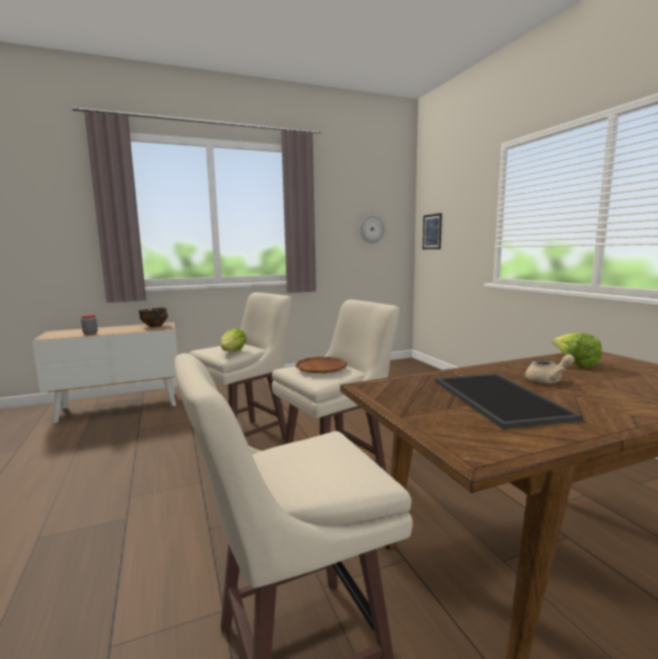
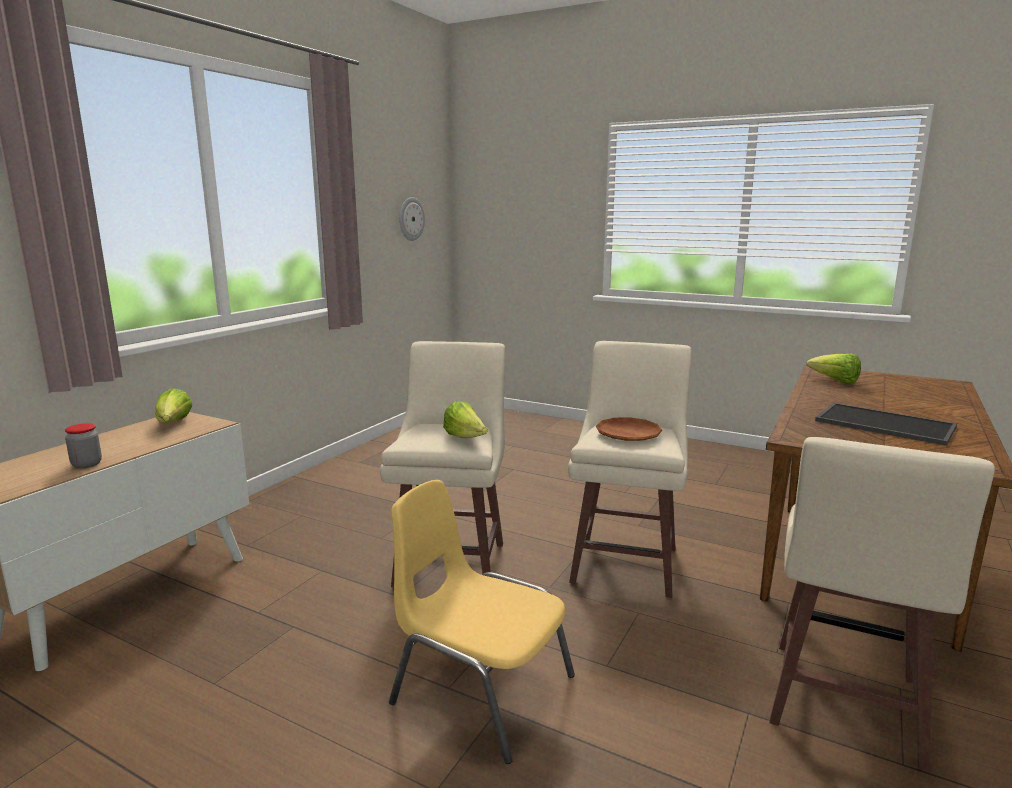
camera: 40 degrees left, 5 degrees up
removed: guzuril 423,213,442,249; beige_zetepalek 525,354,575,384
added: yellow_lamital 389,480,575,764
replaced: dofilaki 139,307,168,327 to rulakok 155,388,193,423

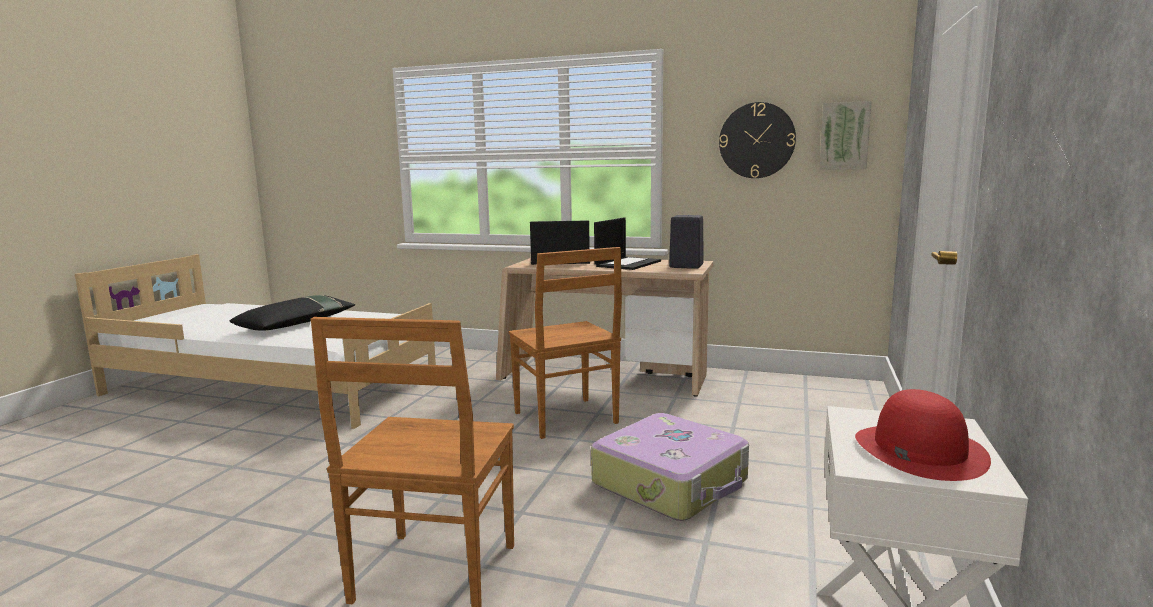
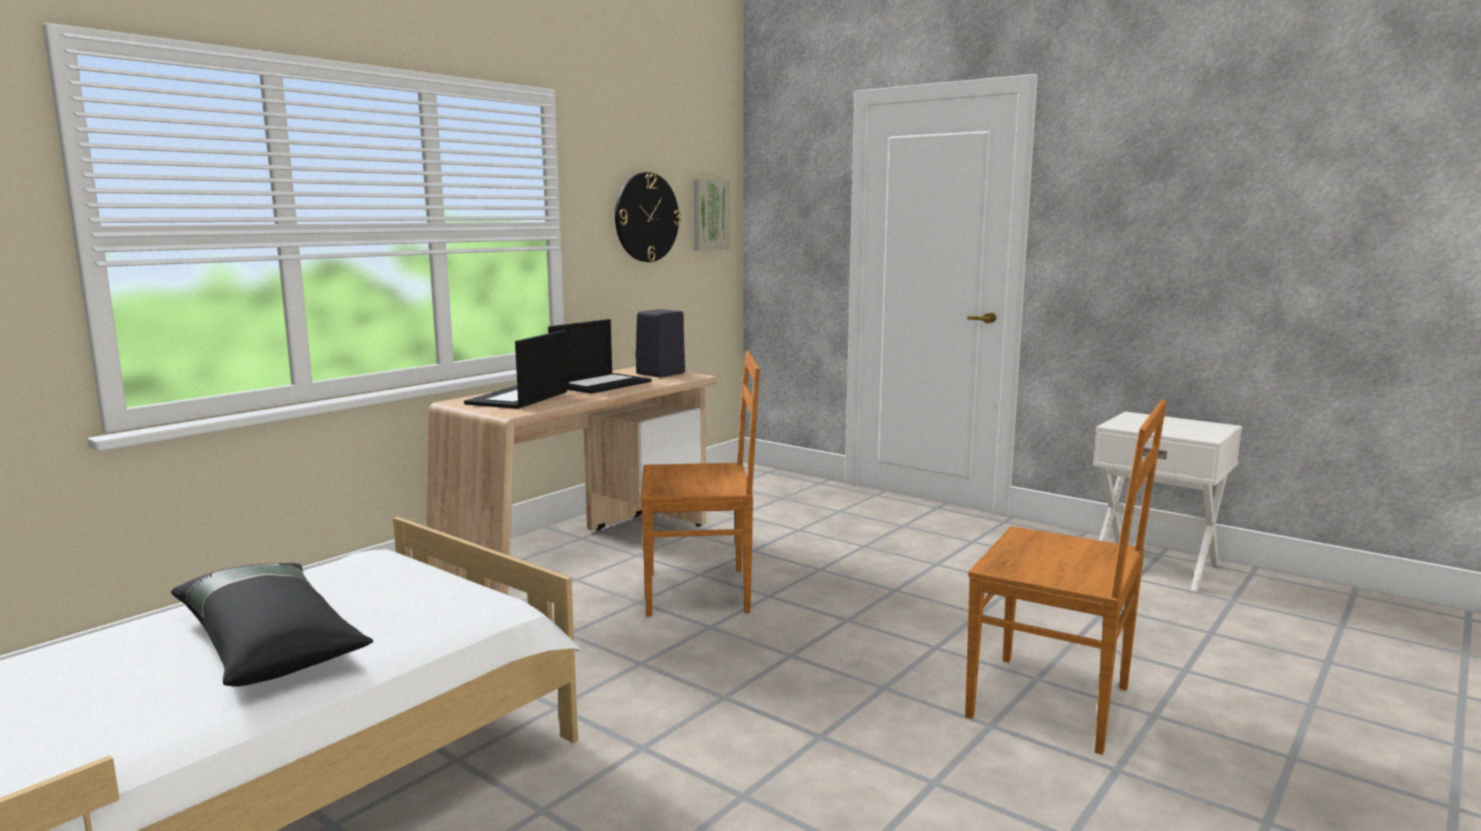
camera: 70 degrees left, 0 degrees up
removed: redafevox 591,413,749,521; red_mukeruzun 855,389,991,481
turned: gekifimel 594,217,661,270 = 548,319,652,394 75 degrees clockwise

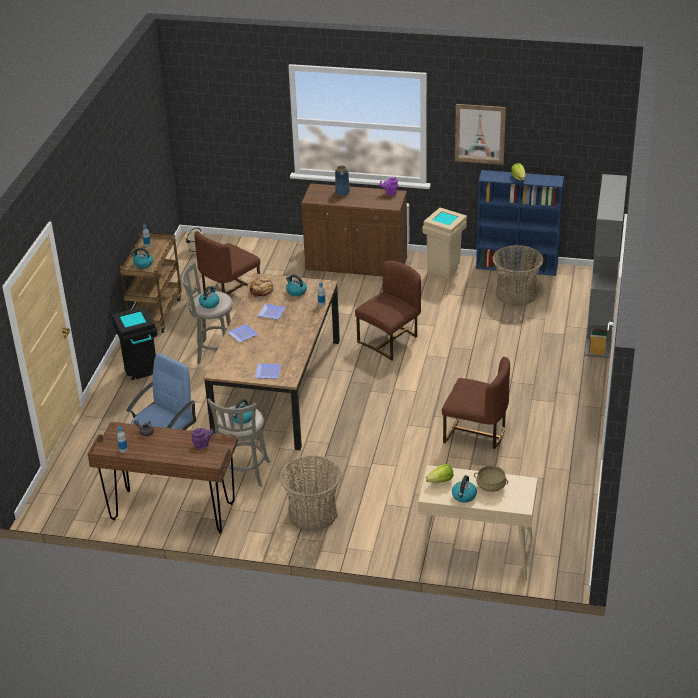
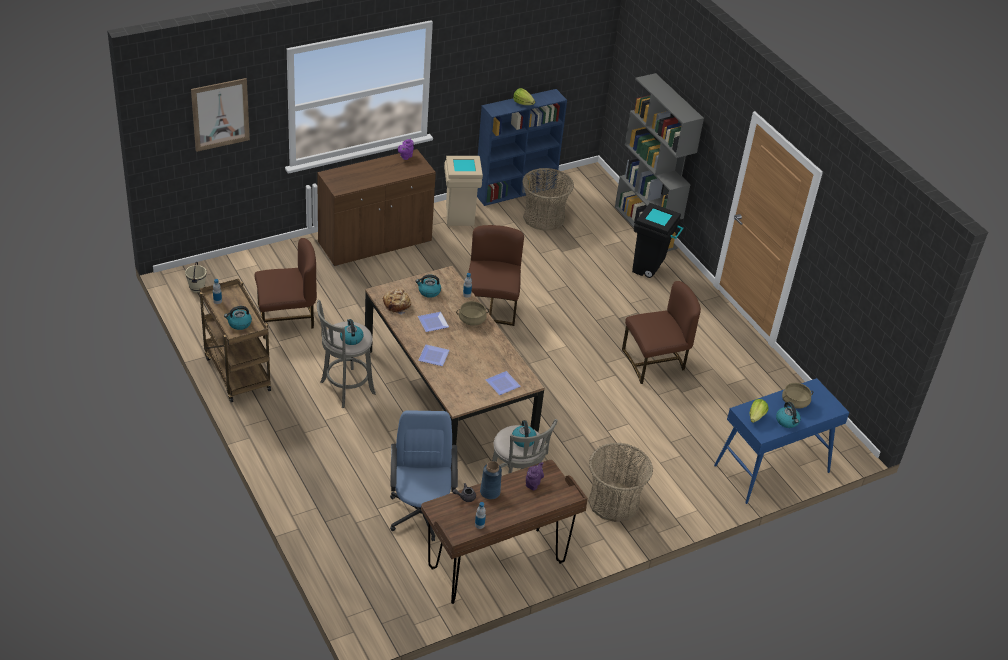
camera: 45 degrees left, 5 degrees up
added: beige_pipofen 456,301,489,326
moved: guzuril 455,104,506,165 to 191,78,250,152; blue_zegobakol 335,165,350,196 to 480,461,502,499; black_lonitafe 111,306,158,380 to 632,203,684,278
recoloured: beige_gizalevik 418,465,538,581 to blue_gizalevik 714,378,850,504
turned: brown_lamital 194,231,260,295 = 254,238,317,339 105 degrees counterclockwise

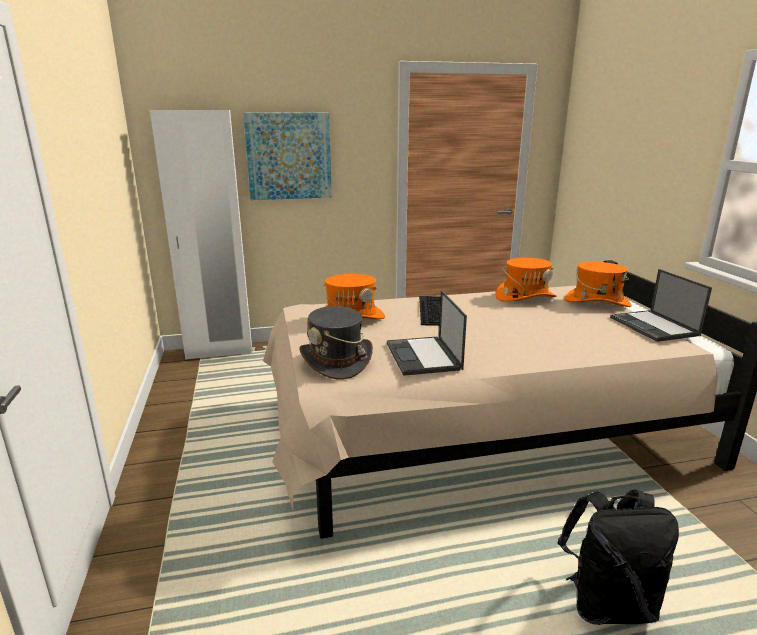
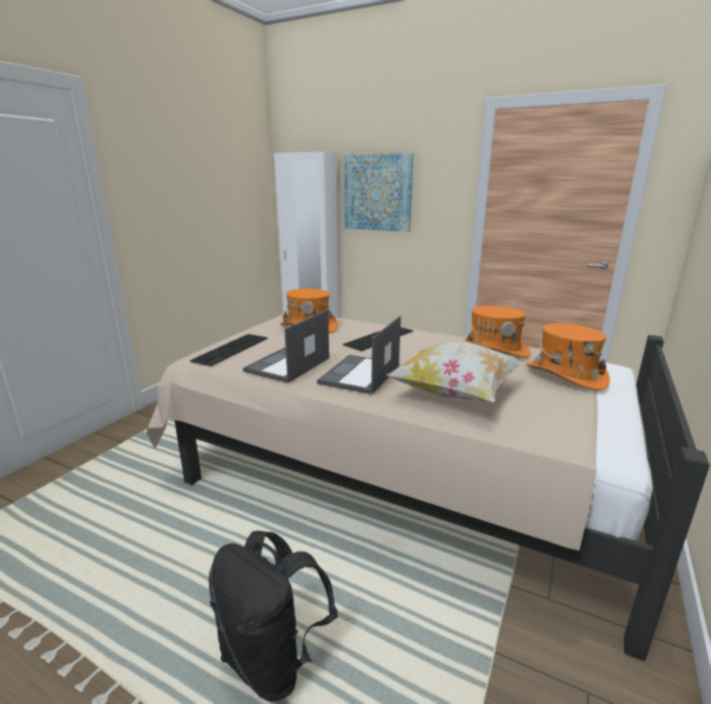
camera: 40 degrees right, 0 degrees up
added: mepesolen 387,341,524,402
moved: gekifimel 610,269,712,342 to 317,316,401,394
replaced: grey_mukeruzun 299,306,373,379 to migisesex 190,334,268,366

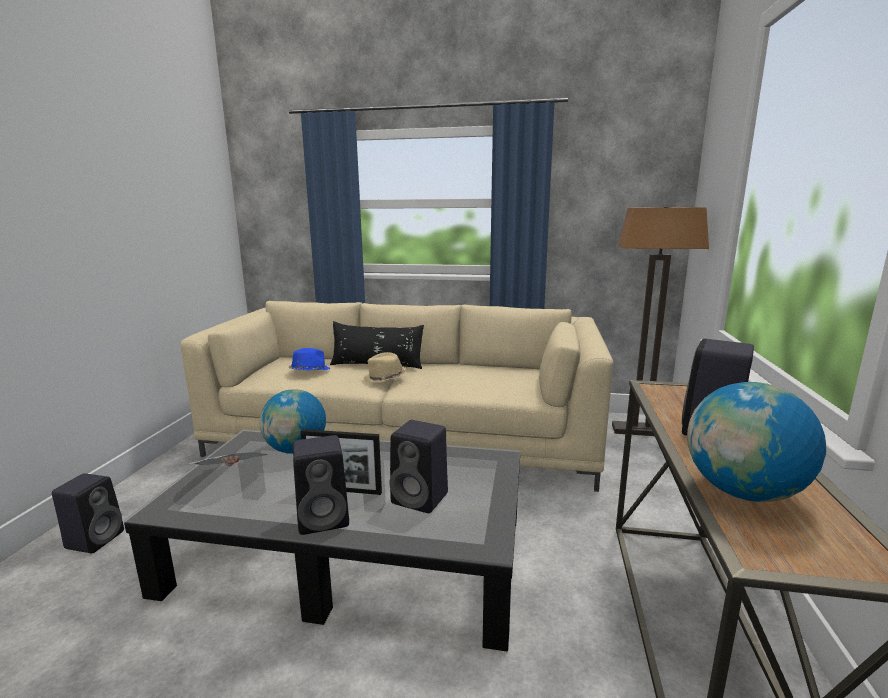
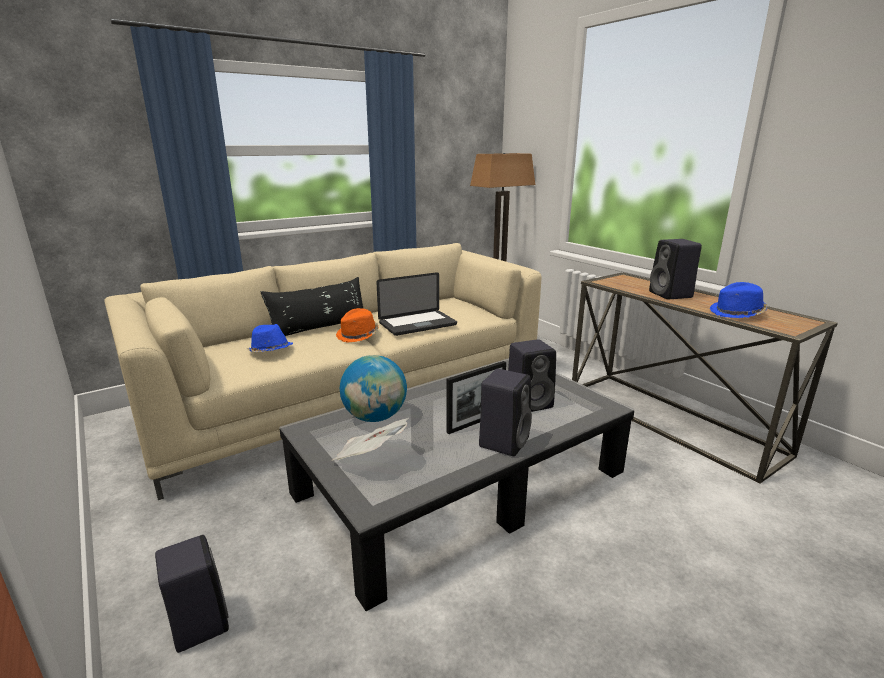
camera: 45 degrees left, 5 degrees up
added: gekifimel 376,272,457,336
replaced: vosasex 687,382,826,502 to blue_mukeruzun 710,282,767,318
recoloured: beige_mukeruzun 364,352,407,383 to orange_mukeruzun 336,308,378,343

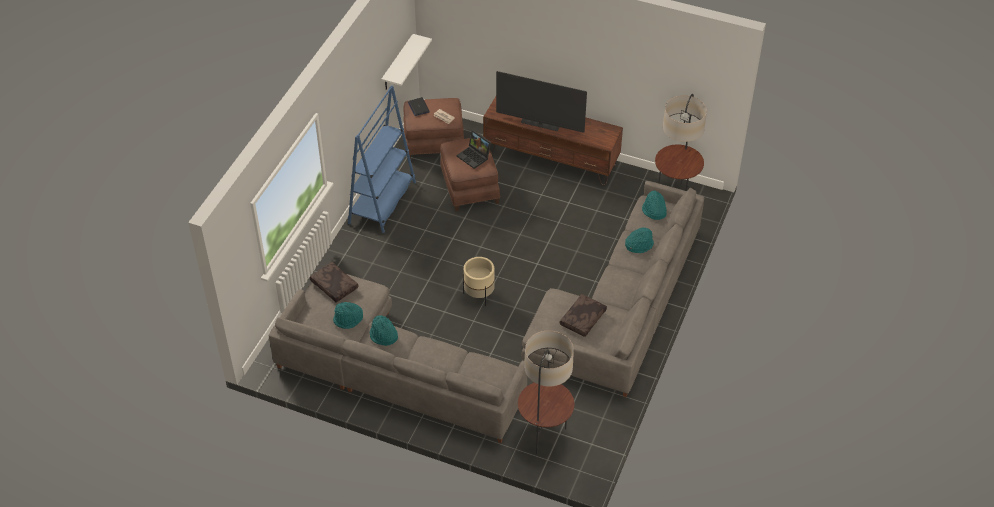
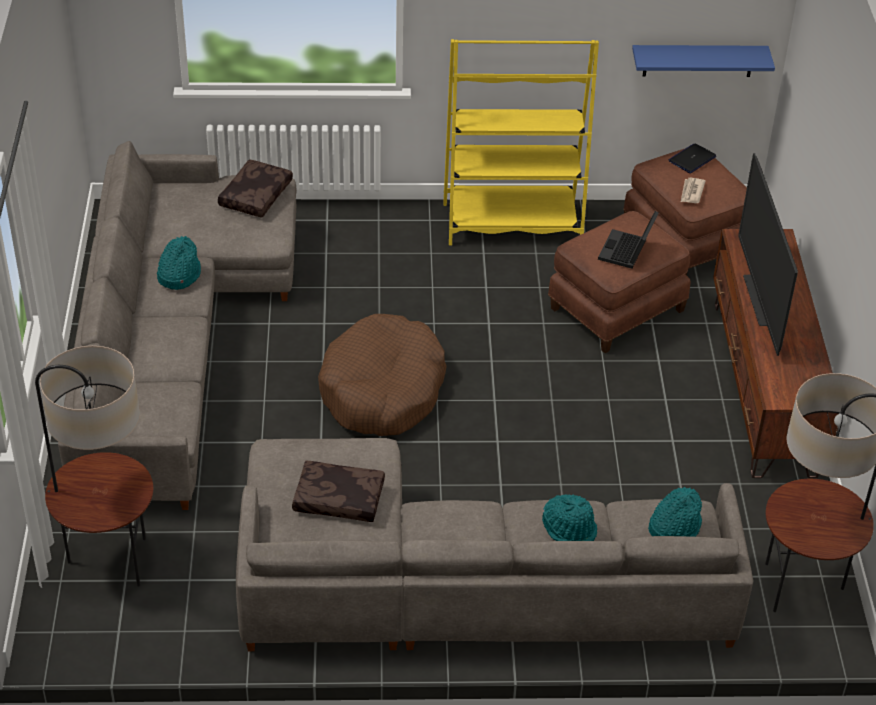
camera: 65 degrees right, 5 degrees down
removed: turquoise_mukeruzun 333,302,363,329
replaced: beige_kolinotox 463,257,495,306 to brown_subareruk 318,314,447,436
recoloured: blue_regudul 348,85,416,233 to yellow_regudul 443,39,599,246; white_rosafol 381,34,432,89 to blue_rosafol 632,45,775,77

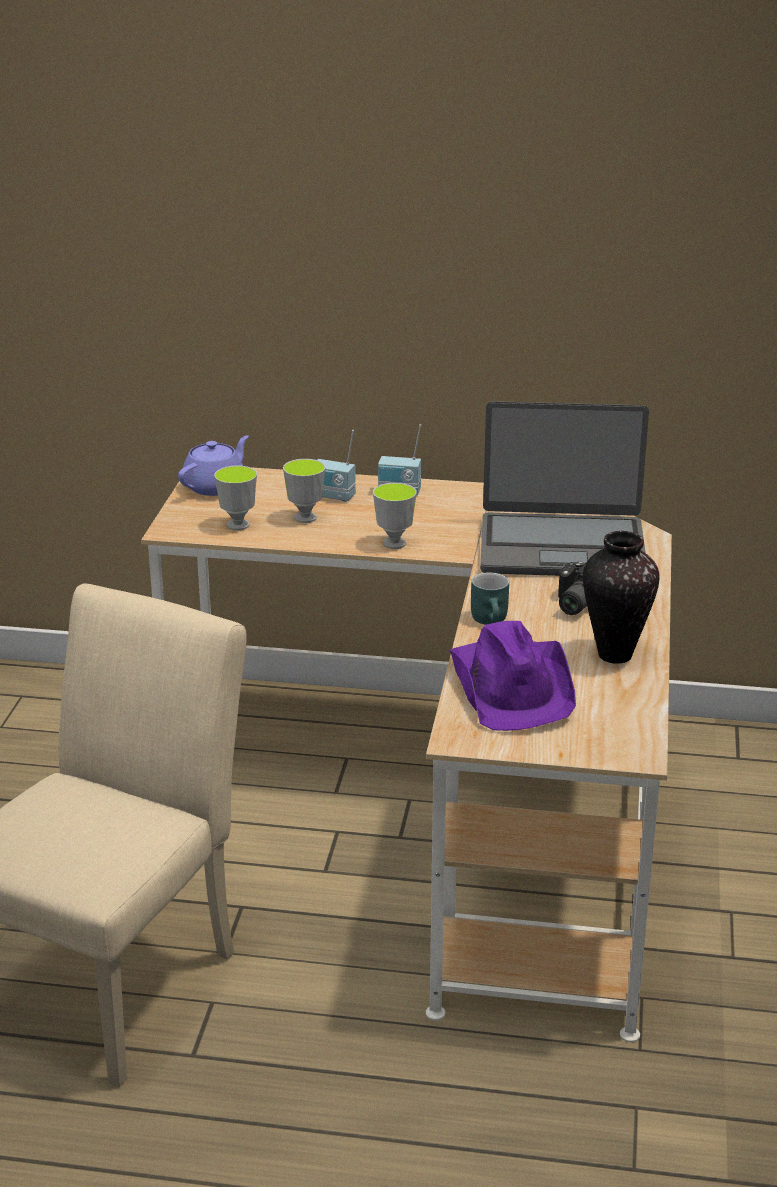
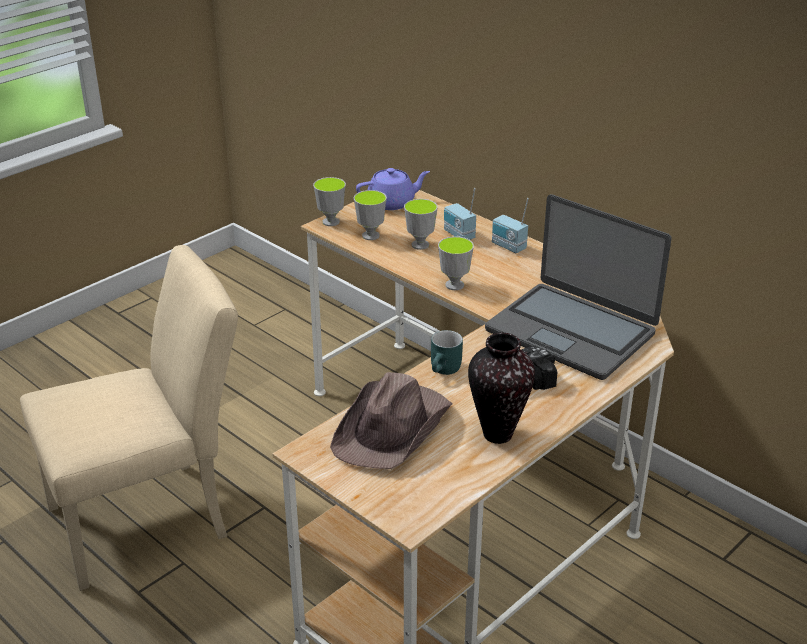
camera: 35 degrees right, 5 degrees up
added: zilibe 313,177,346,226
recoloured: purple_mukeruzun 450,621,576,731 to brown_mukeruzun 330,372,452,469

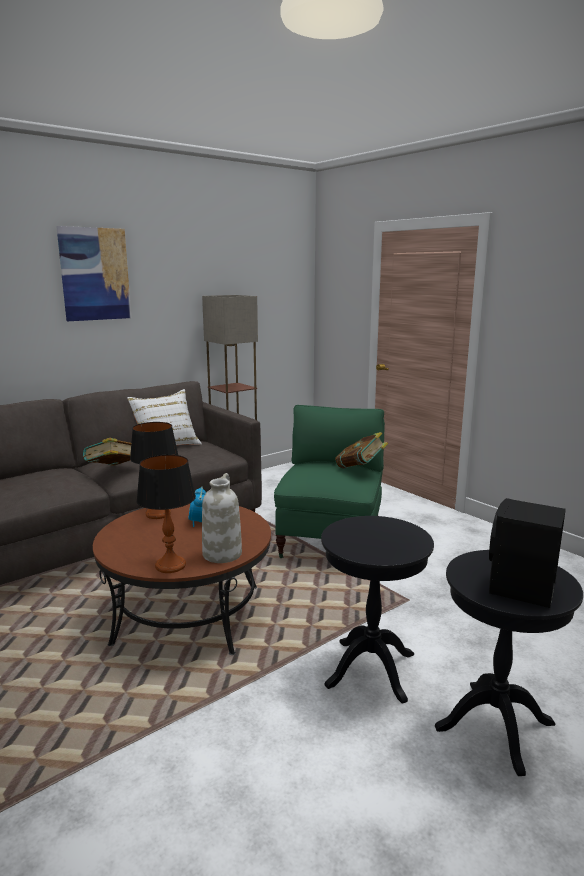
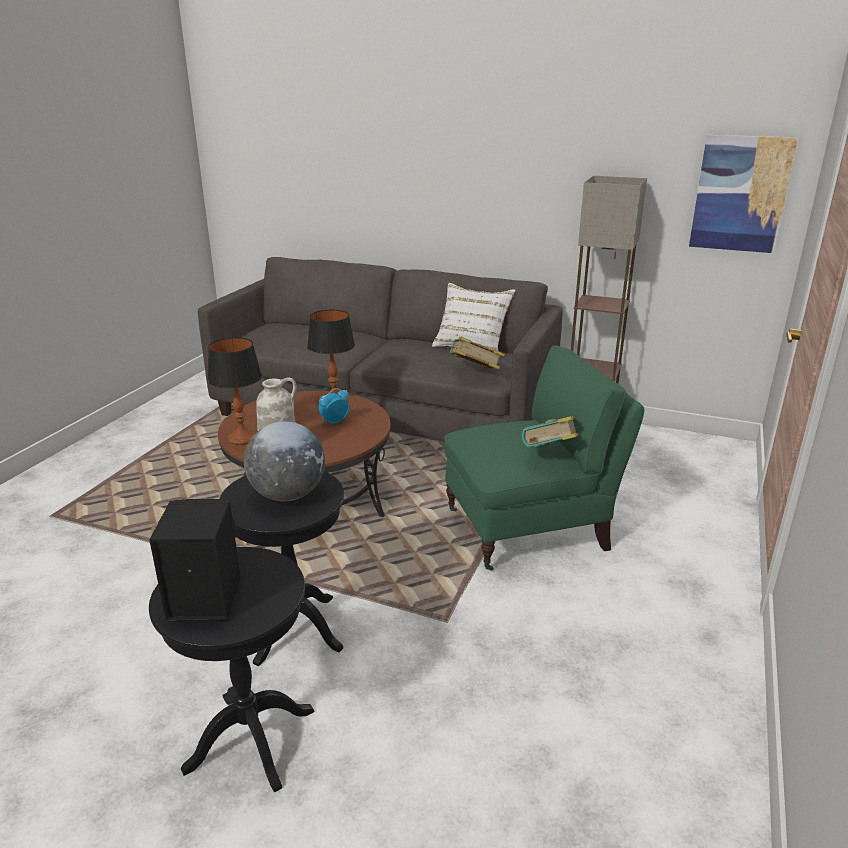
camera: 60 degrees right, 10 degrees up
added: vosasex 244,421,325,501
moved: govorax 83,438,131,466 to 447,337,505,369; guzuril 56,226,131,321 to 689,135,798,253

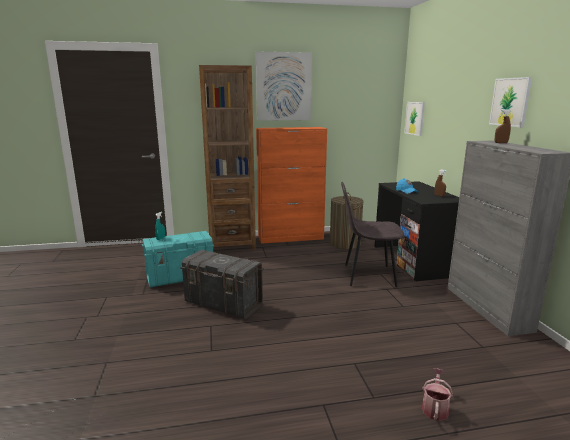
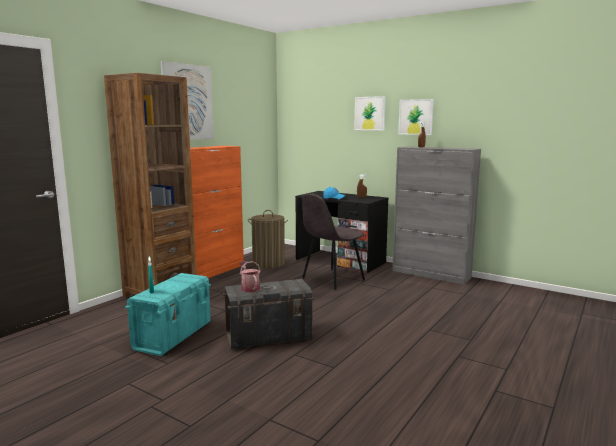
camera: 45 degrees left, 5 degrees down
moved: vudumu 422,368,453,421 to 240,261,261,292; guzuril 405,102,425,136 to 354,96,386,130

